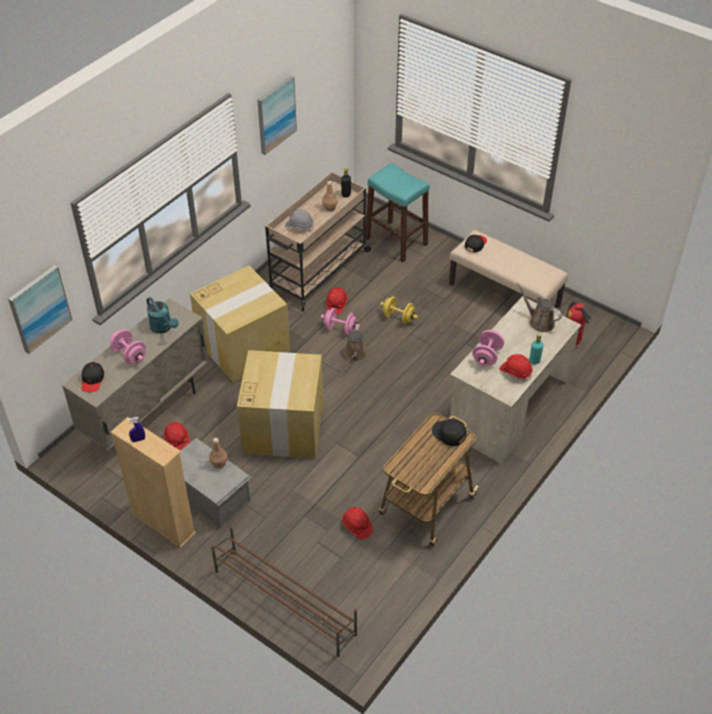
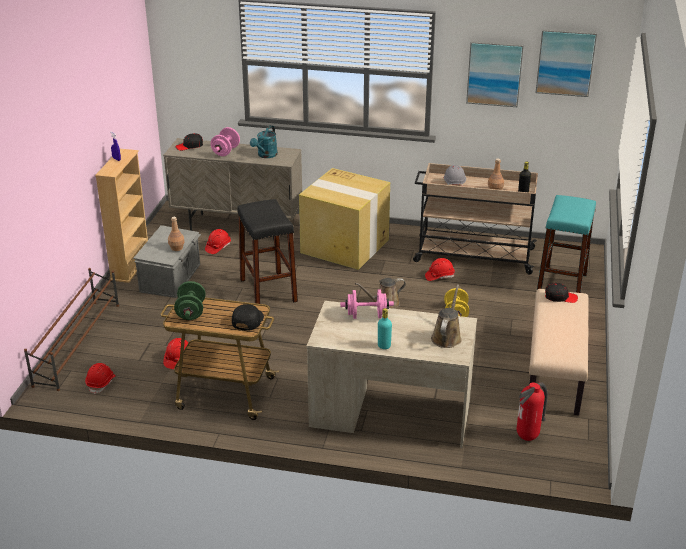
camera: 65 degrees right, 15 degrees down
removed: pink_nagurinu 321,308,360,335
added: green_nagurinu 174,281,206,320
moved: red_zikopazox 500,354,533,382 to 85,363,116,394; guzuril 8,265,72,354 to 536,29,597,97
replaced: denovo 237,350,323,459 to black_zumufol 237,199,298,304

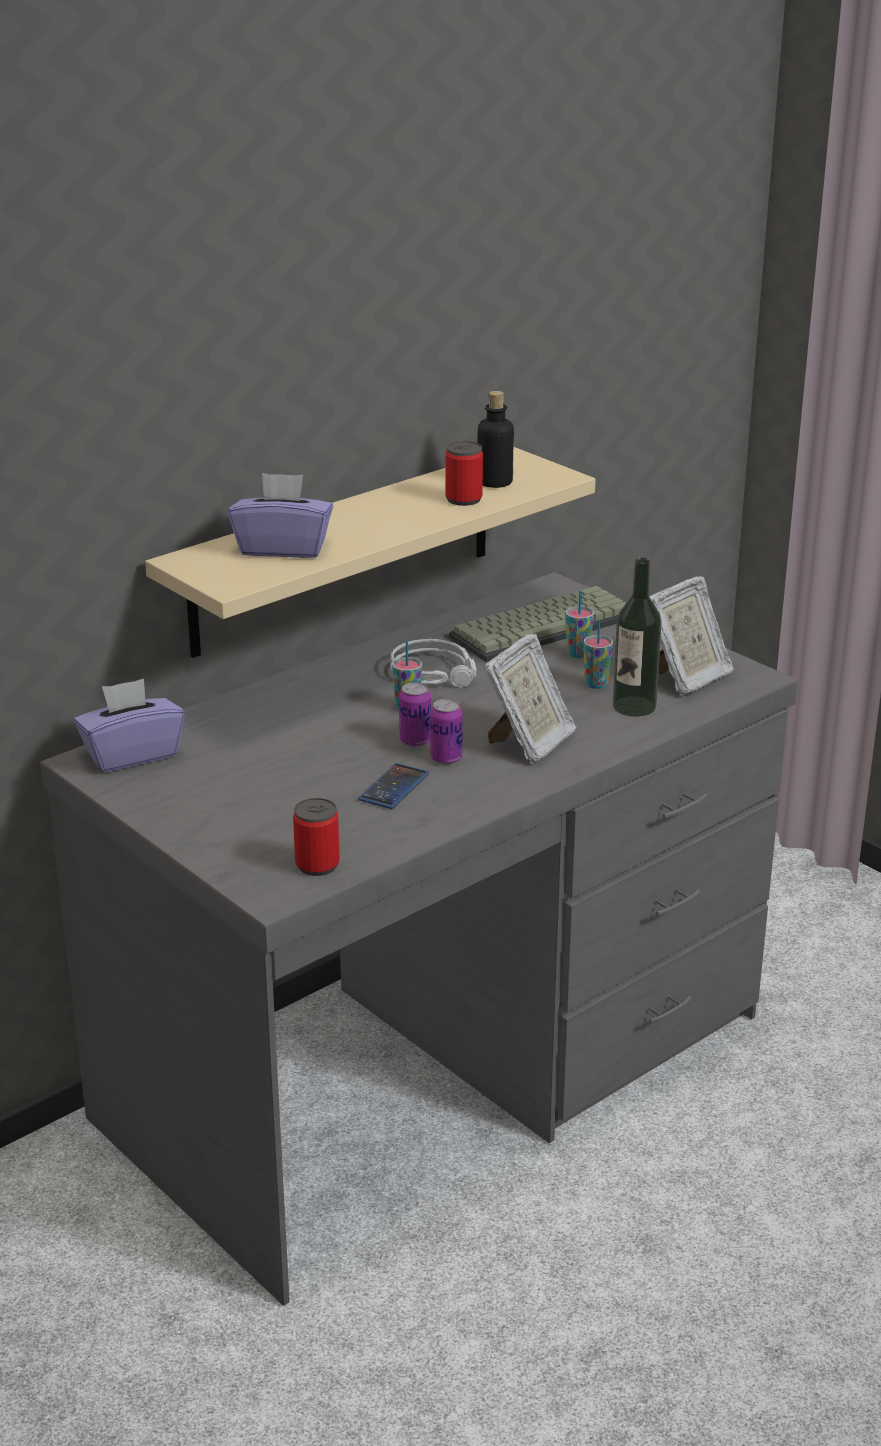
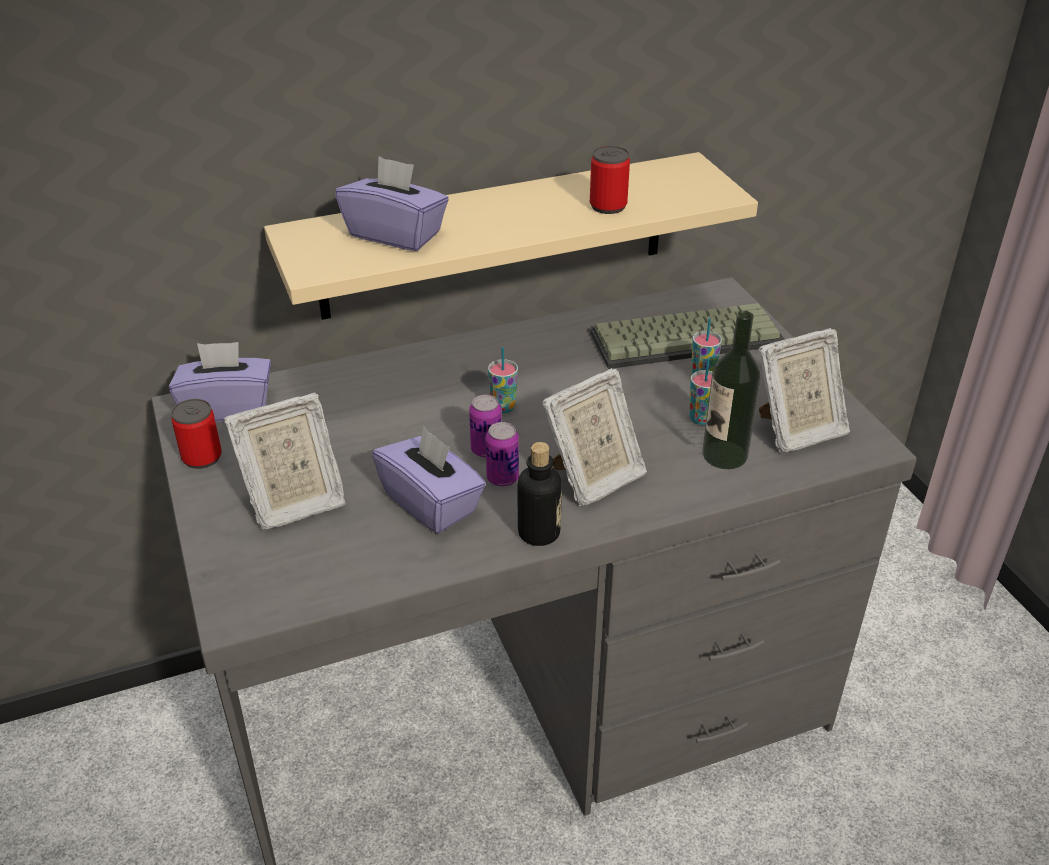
camera: 20 degrees right, 10 degrees up
removed: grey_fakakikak 390,639,476,688
added: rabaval 224,393,346,530
moved: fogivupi 293,798,340,876 to 171,399,222,469; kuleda 477,391,514,488 to 518,442,562,546
replaced: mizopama 358,763,429,809 to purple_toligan 372,426,486,534

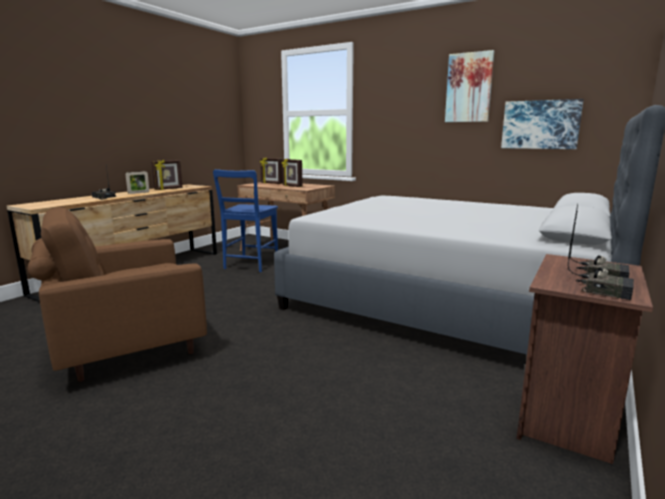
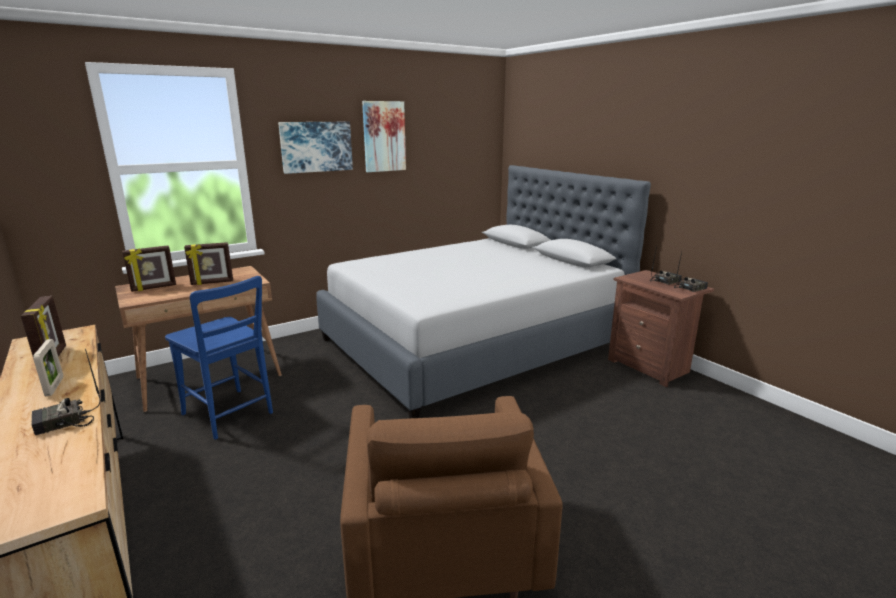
camera: 65 degrees left, 5 degrees up
moved: guzuril 501,99,584,149 to 278,122,353,174

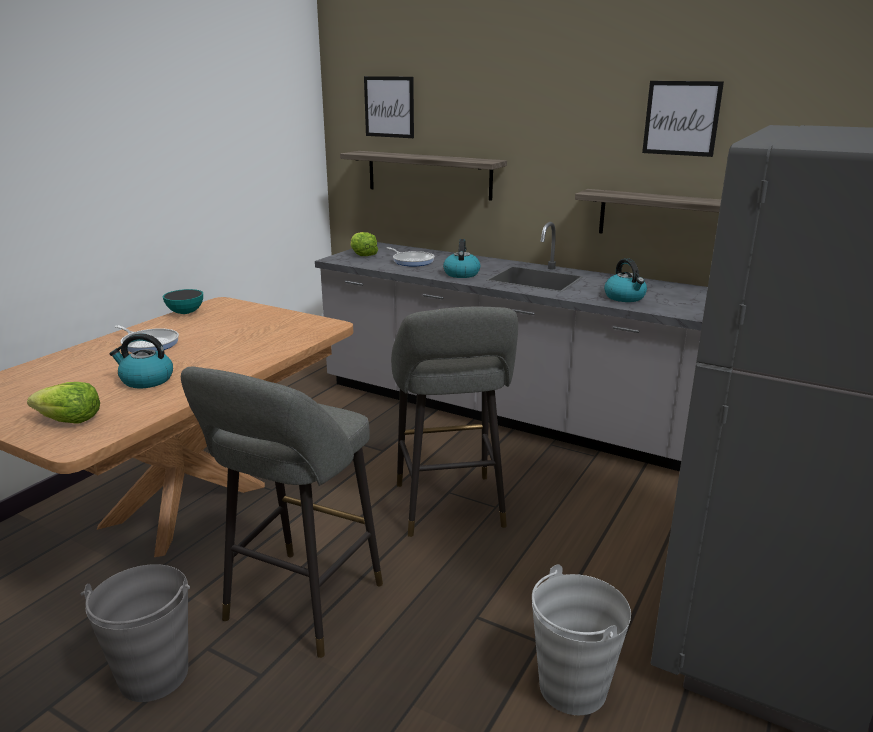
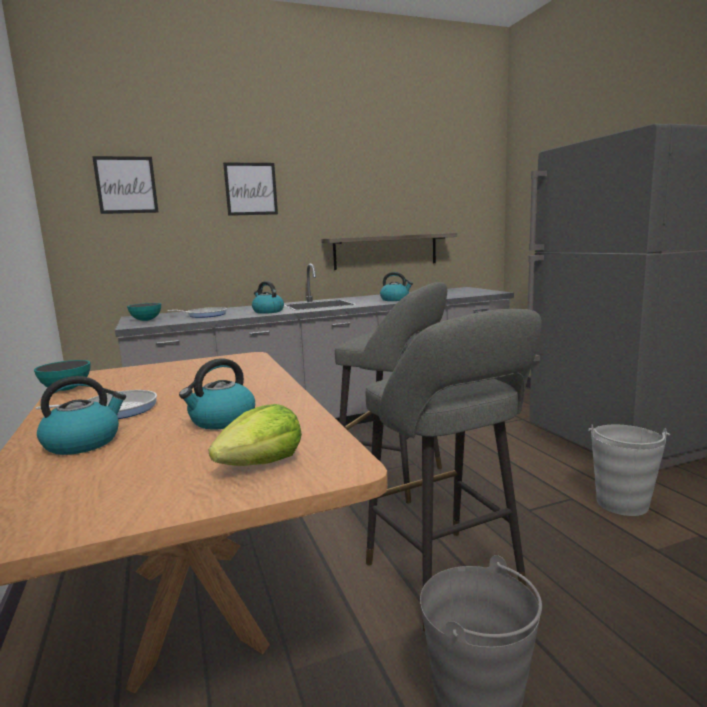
camera: 50 degrees left, 10 degrees down
removed: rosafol 340,151,507,201
added: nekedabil 37,376,126,455
moved: guzuril 642,81,724,157 to 223,162,278,216
replaced: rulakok 351,232,378,256 to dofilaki 127,303,161,321

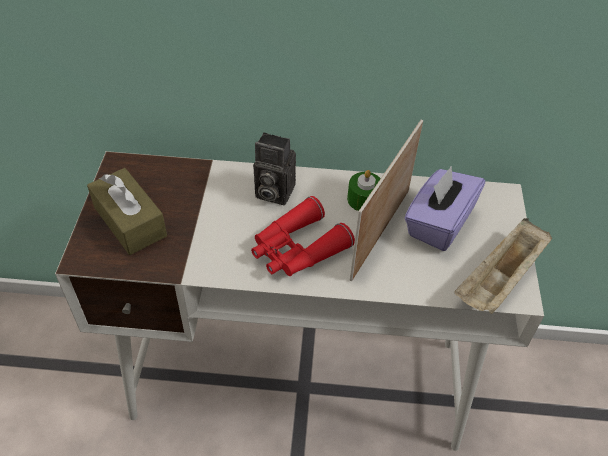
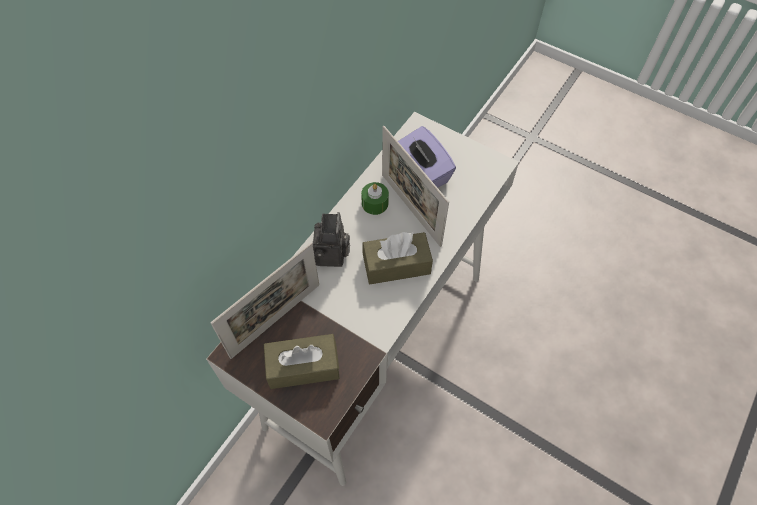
camera: 60 degrees left, 10 degrees up
removed: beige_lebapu 454,218,552,314
added: rabaval 210,242,319,359
replaced: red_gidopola 251,196,355,276 to brown_toligan 363,232,433,284
turned: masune 253,132,296,205 = 313,212,350,267 45 degrees counterclockwise

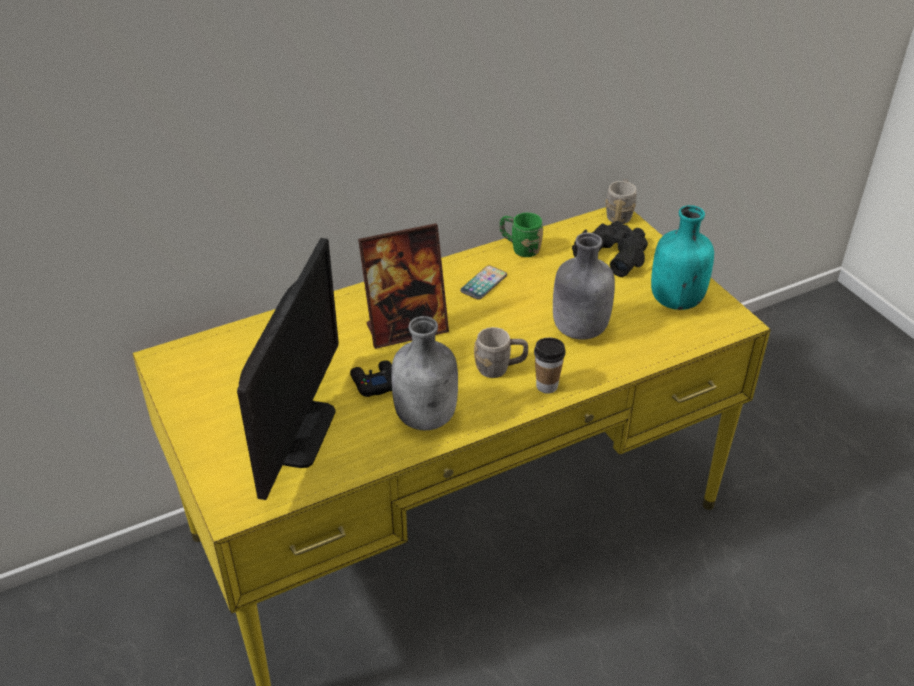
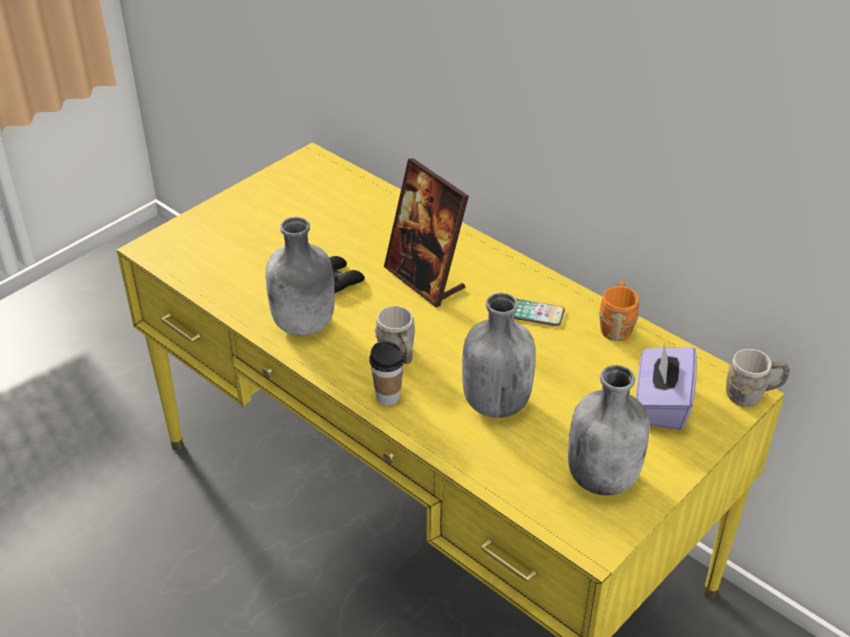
camera: 70 degrees right, 0 degrees up
removed: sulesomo 237,238,339,500
replaced: black_gidopola 572,221,648,277 to purple_toligan 636,344,697,430
recoloured: turquoise_kuleda 651,205,714,310 to grey_kuleda 568,365,650,495; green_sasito 500,213,543,257 to orange_sasito 599,281,639,341

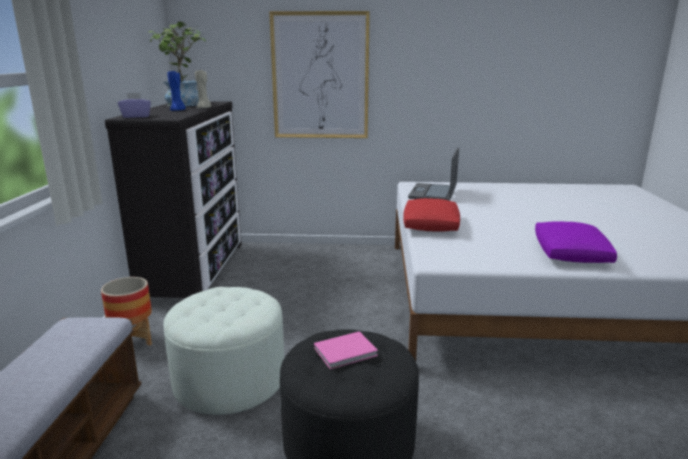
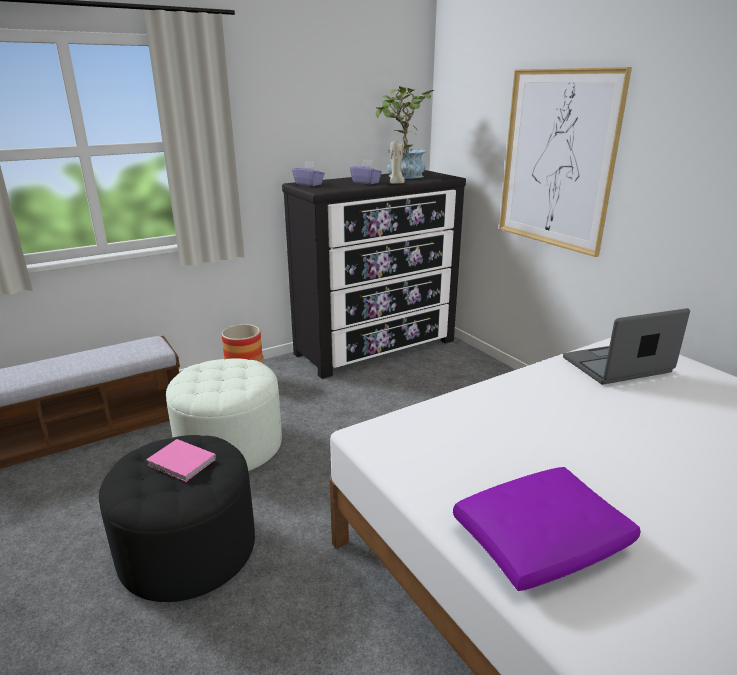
camera: 55 degrees right, 5 degrees up
removed: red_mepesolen 403,198,460,232
replaced: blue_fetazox 167,71,186,111 to purple_toligan 350,159,382,184

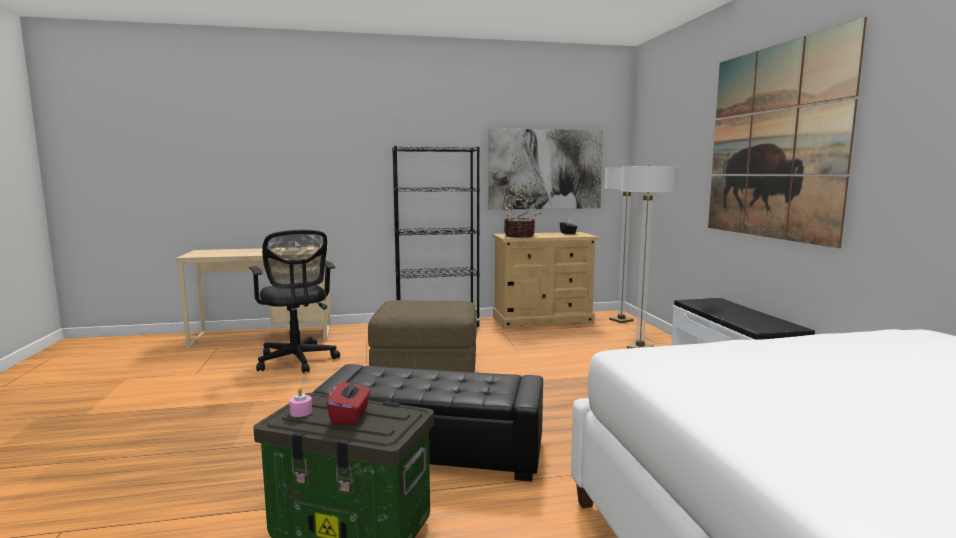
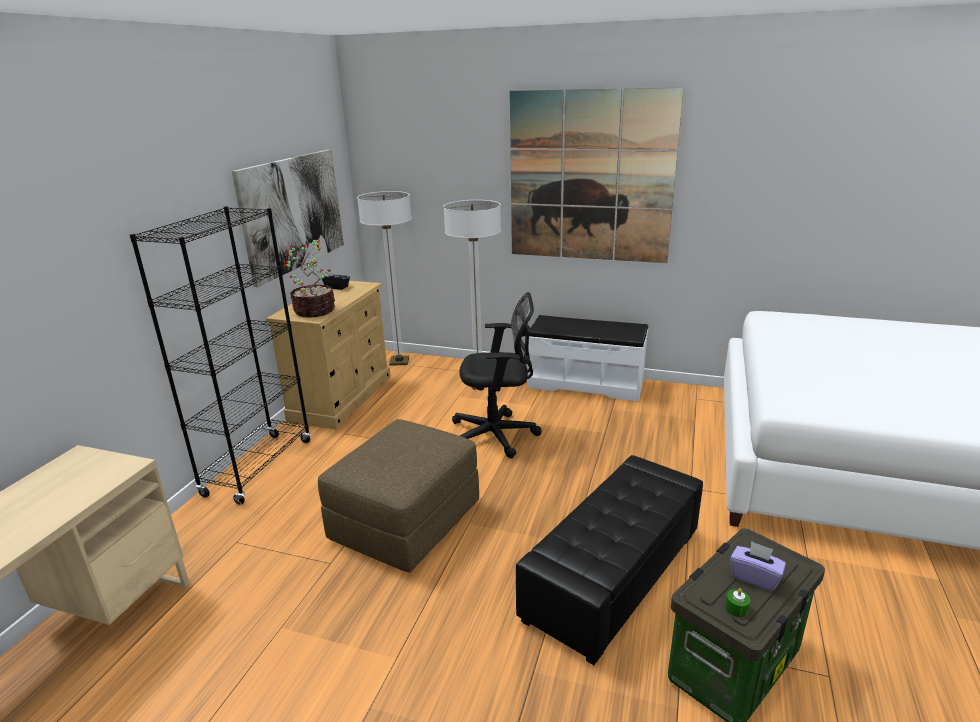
camera: 60 degrees left, 15 degrees up
moved: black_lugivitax 249,230,340,373 to 452,292,542,458
recoloured: pink_fetazox 289,388,312,417 to green_fetazox 725,588,751,617; red_toligan 326,376,371,425 to purple_toligan 730,541,786,591

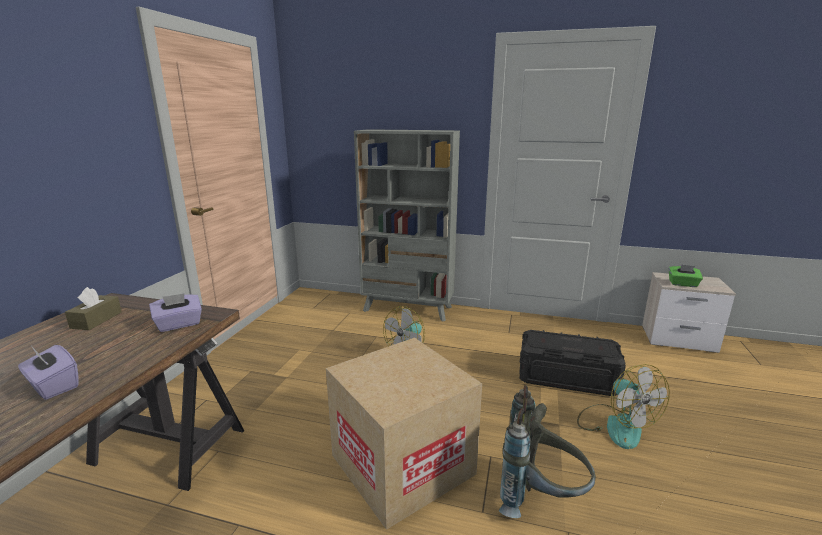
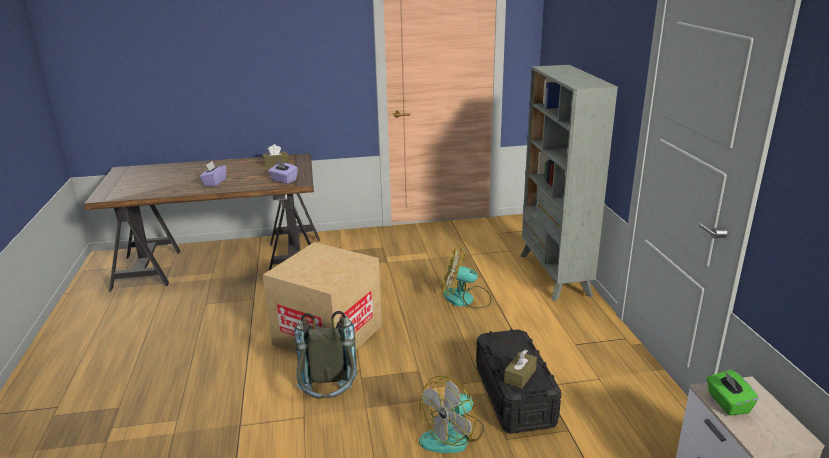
camera: 65 degrees right, 5 degrees up
added: brown_toligan 504,350,537,389

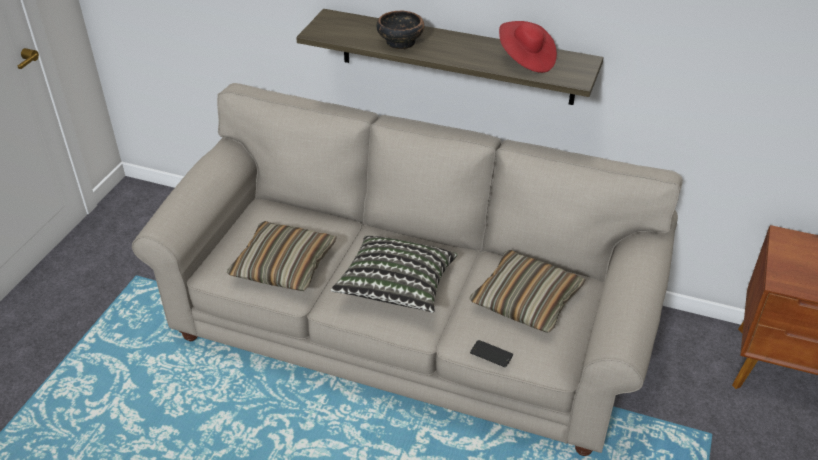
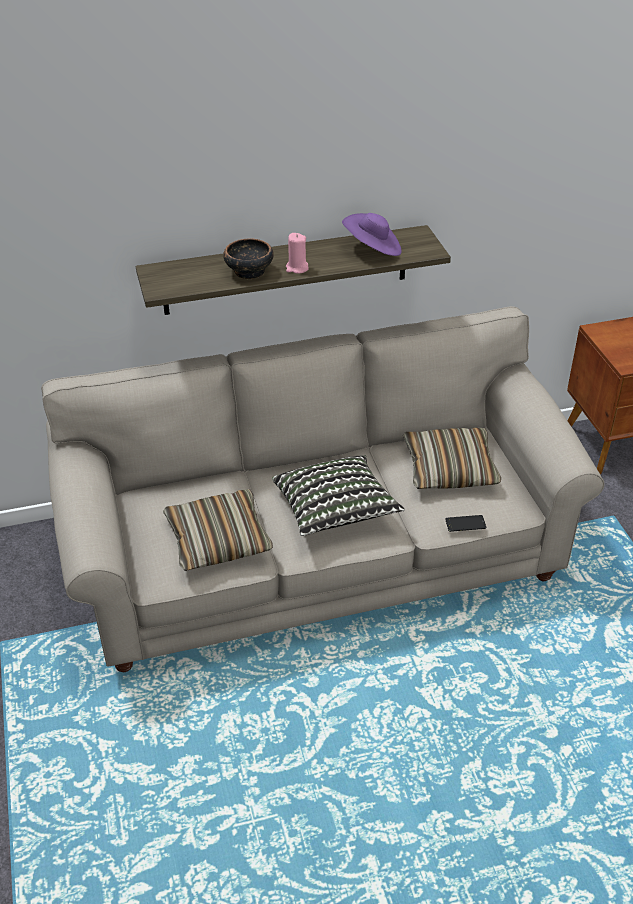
camera: 35 degrees left, 0 degrees up
added: pink_fetazox 286,233,309,274
recoloured: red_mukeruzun 499,21,557,73 to purple_mukeruzun 342,213,401,256

